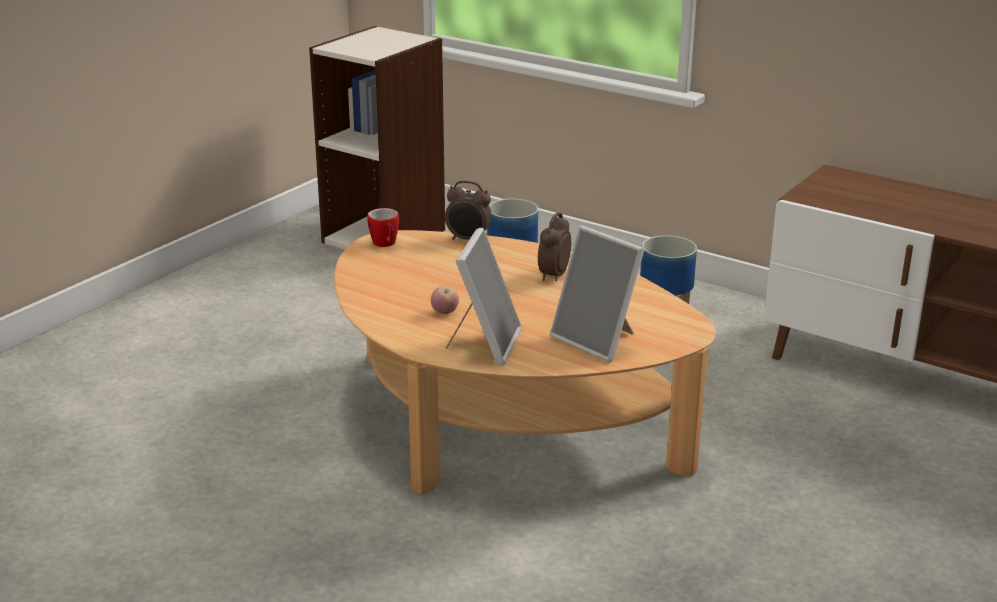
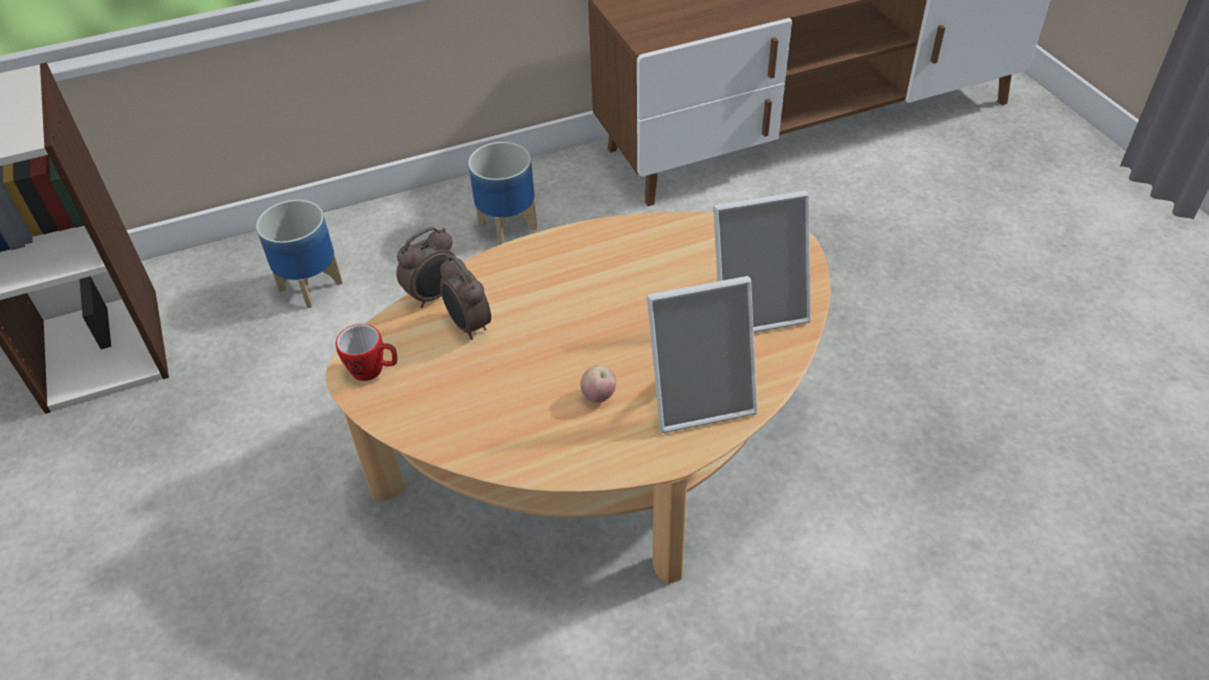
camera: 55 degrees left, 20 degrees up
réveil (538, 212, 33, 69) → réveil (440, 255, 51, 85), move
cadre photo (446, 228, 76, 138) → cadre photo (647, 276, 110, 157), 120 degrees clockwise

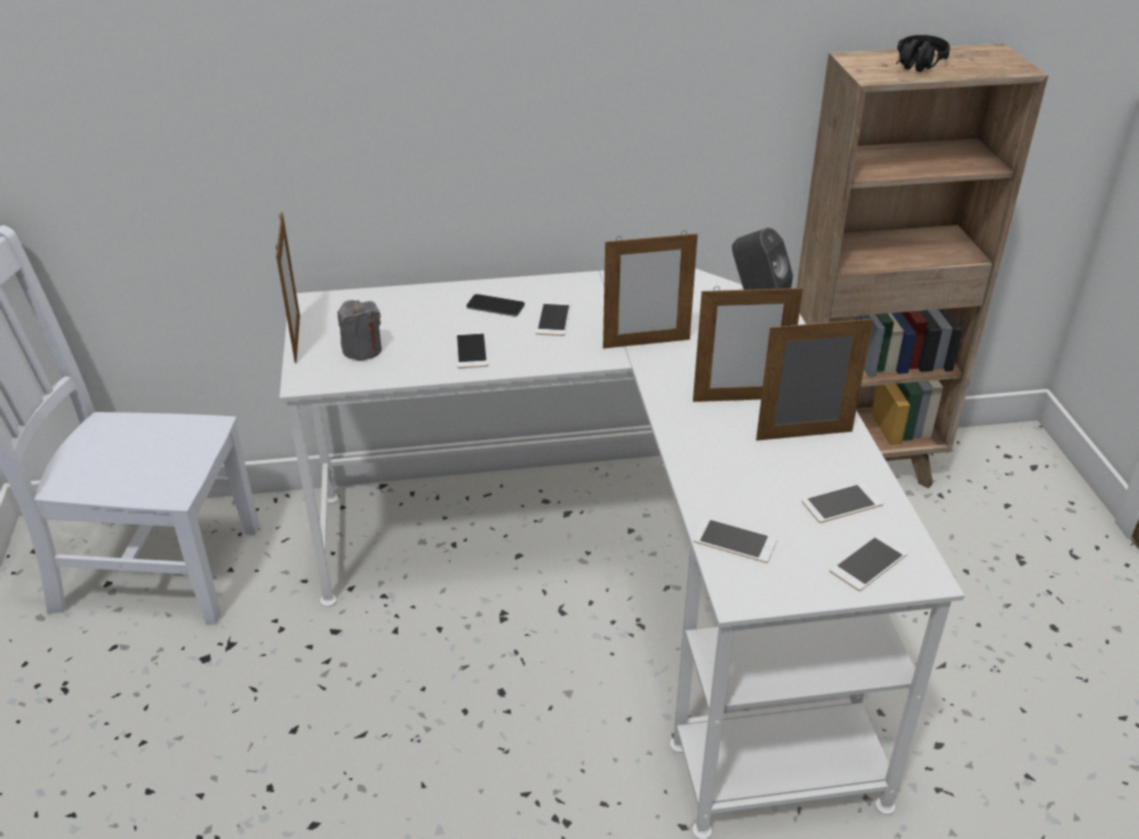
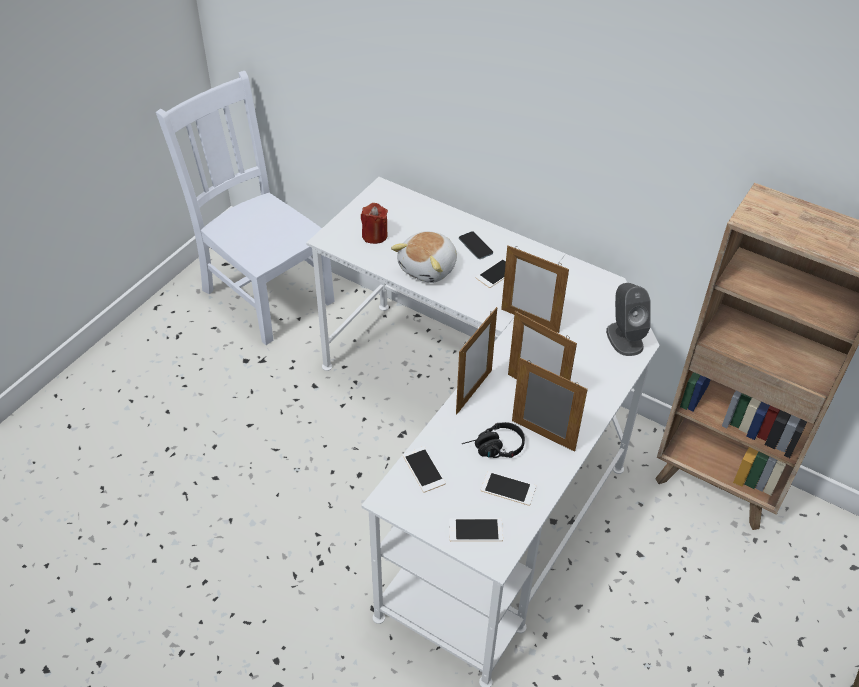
camera: 40 degrees right, 10 degrees up
casque audio (noir) (896, 35, 54, 37) → casque audio (noir) (462, 422, 63, 36), move
cadre photo (276, 212, 24, 151) → cadre photo (456, 307, 41, 107), move
bougie (gris) (337, 300, 45, 61) → bougie (rouge) (361, 203, 27, 41)
téléphone (455, 331, 33, 37) → peluche (391, 231, 66, 52)

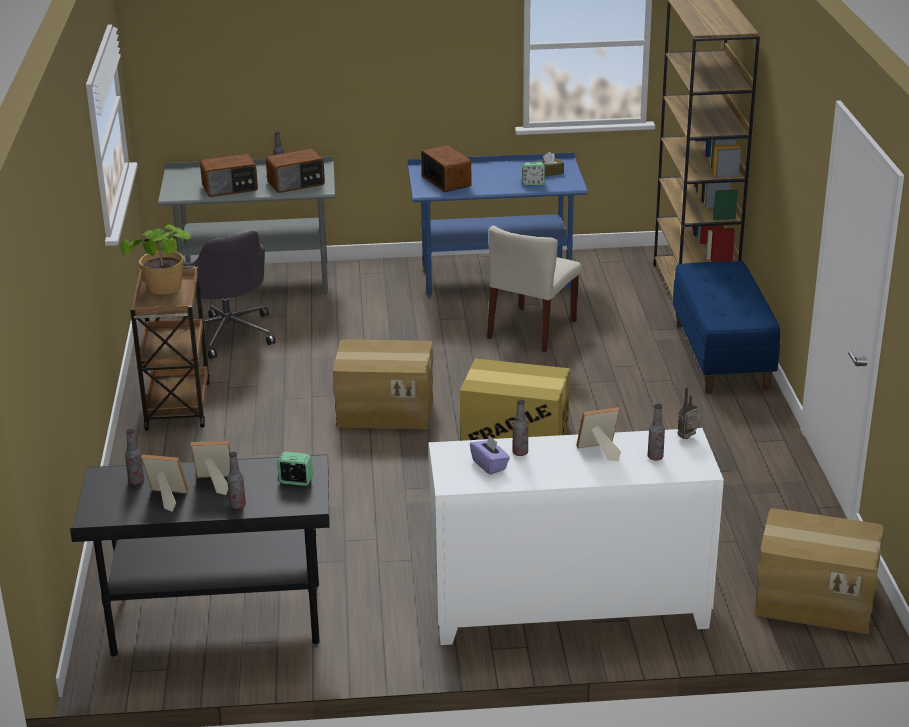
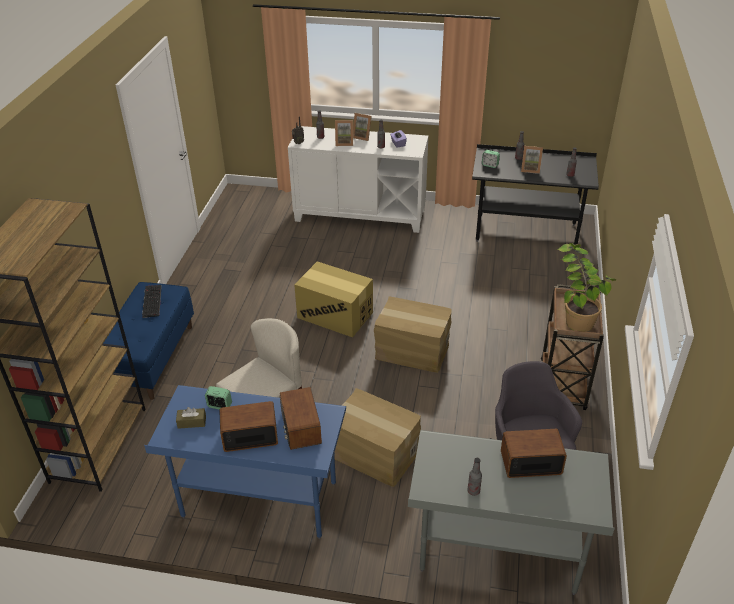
camera: 165 degrees left, 10 degrees up
radio (266, 149, 59, 44) → radio (219, 401, 59, 51), move
cadre photo (141, 455, 48, 57) → cadre photo (353, 113, 19, 28), move
carton (754, 508, 130, 126) → carton (334, 388, 87, 99), move
- → clavier (142, 285, 20, 33)

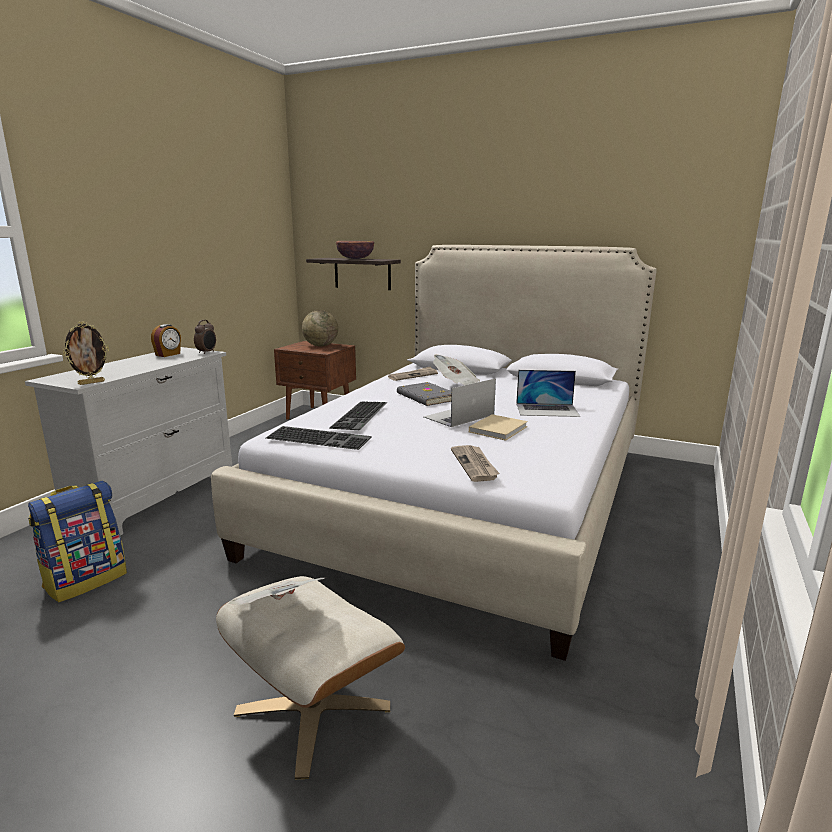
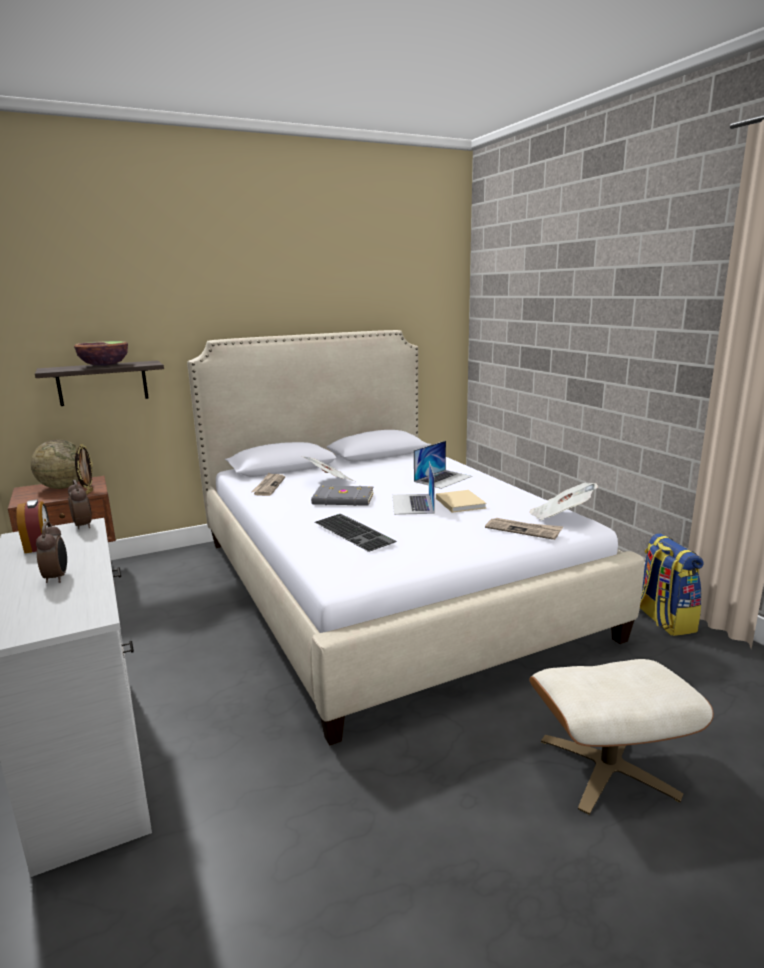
camera: 50 degrees left, 0 degrees up
cadre photo (63, 322, 46, 63) → cadre photo (75, 444, 18, 51), move
clavier (265, 426, 107, 24) → -
sac à dos (28, 481, 99, 121) → sac à dos (640, 533, 64, 103), move
journal (228, 578, 96, 27) → journal (529, 483, 69, 37), move
- → réveil (36, 521, 31, 62)

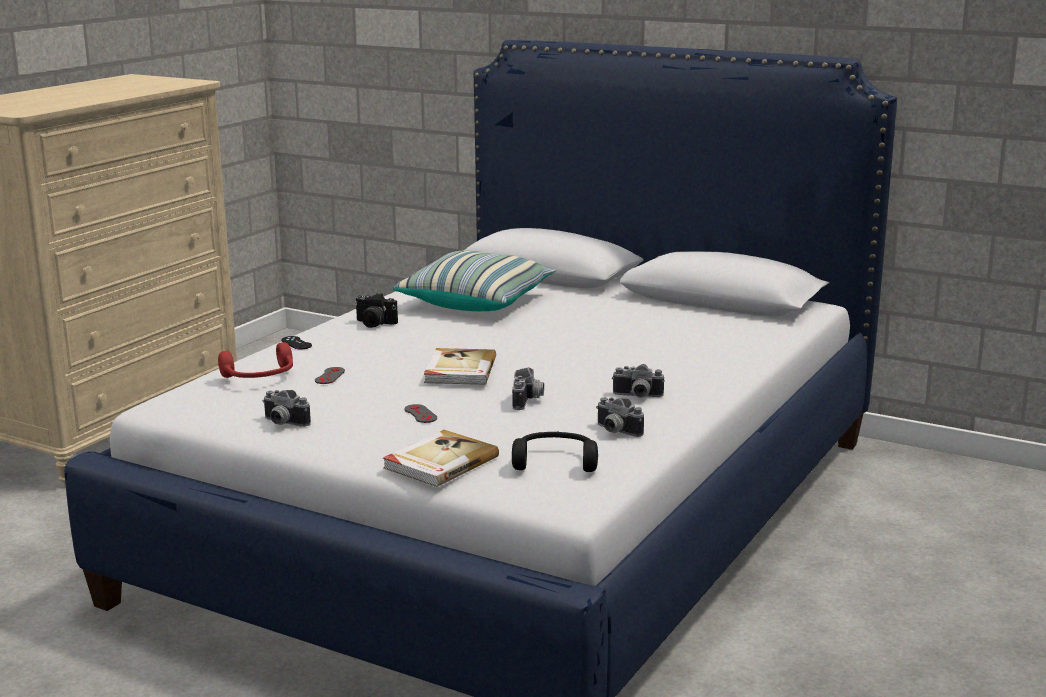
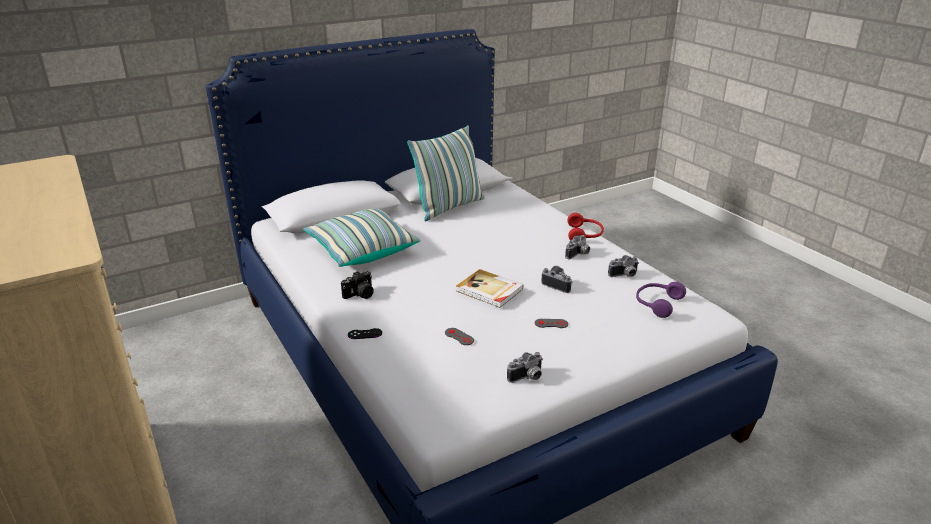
camera: 60 degrees left, 10 degrees up
casque audio (rouge) (218, 342, 75, 36) → casque audio (rouge) (567, 213, 37, 28), move
livre (383, 430, 116, 57) → -
casque audio (noir) (512, 432, 86, 40) → casque audio (violet) (636, 282, 50, 36)
- → coussin (407, 125, 78, 96)

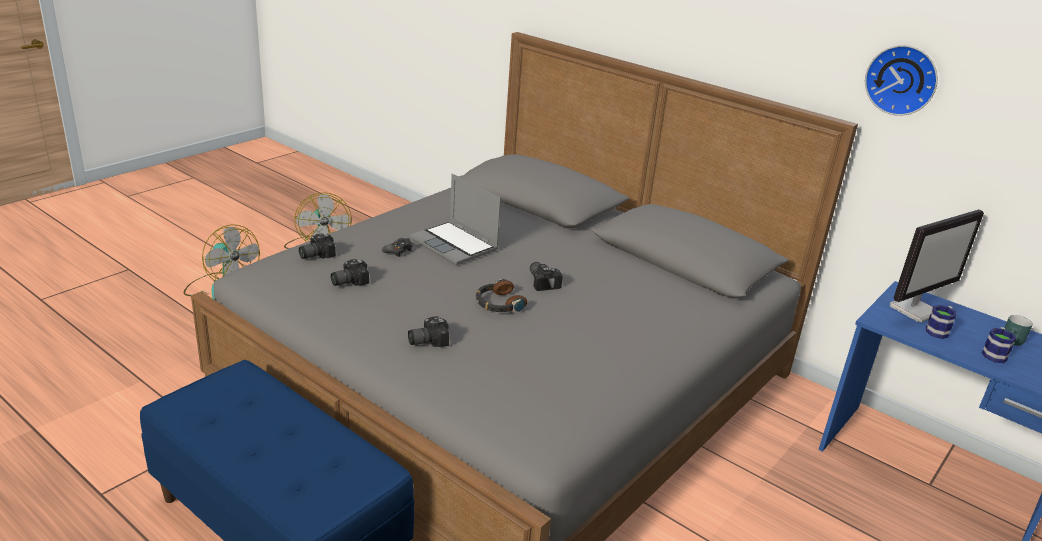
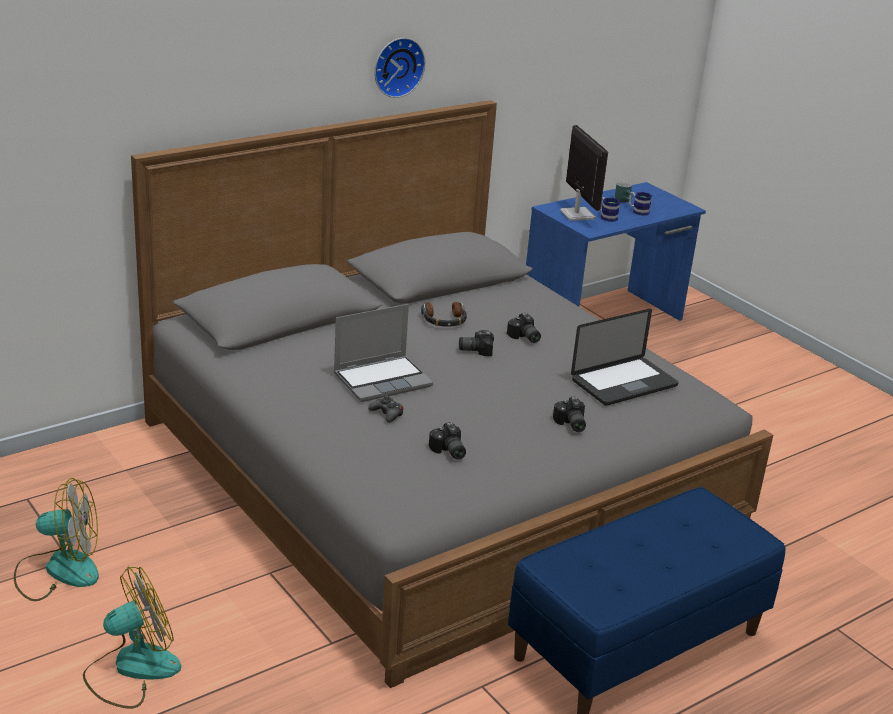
camera: 75 degrees left, 0 degrees up
horloge murale (865, 45, 73, 71) → horloge murale (374, 38, 51, 60), move
appareil photo (299, 233, 37, 26) → appareil photo (507, 313, 34, 30), move
casque audio (476, 279, 51, 33) → casque audio (421, 302, 46, 25), move
- → ordinateur portable (571, 309, 108, 97)

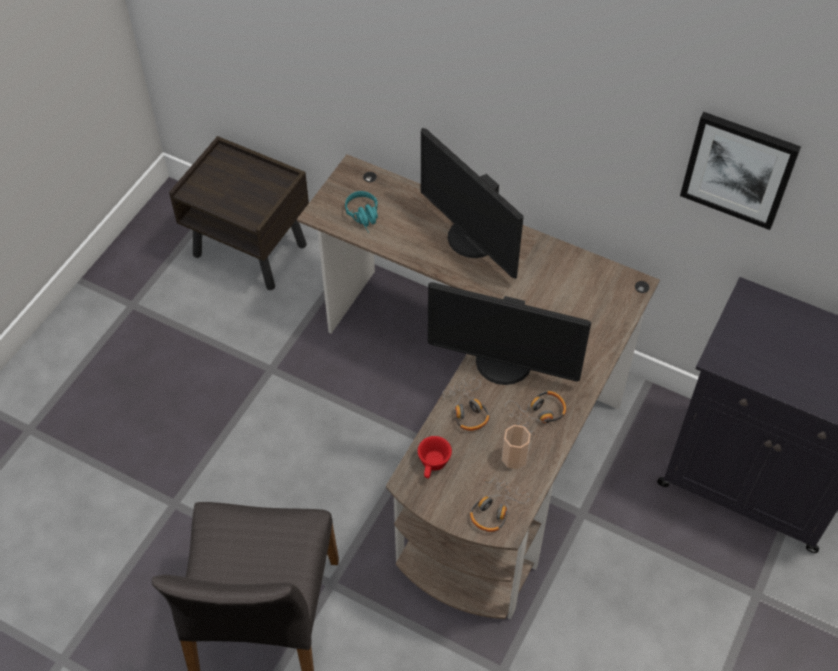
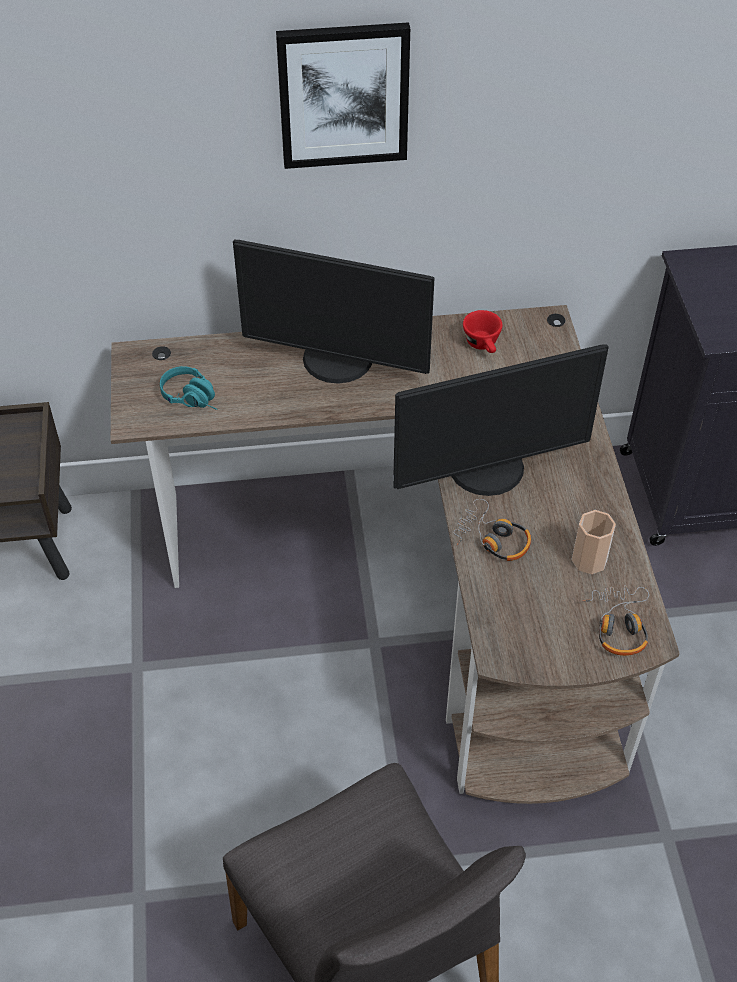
camera: 35 degrees left, 5 degrees down
tableau (680, 112, 121, 118) → tableau (276, 22, 134, 147), move
casque audio (505, 391, 61, 46) → -
tasse (rouge) (418, 436, 34, 42) → tasse (rouge) (463, 310, 40, 43), move

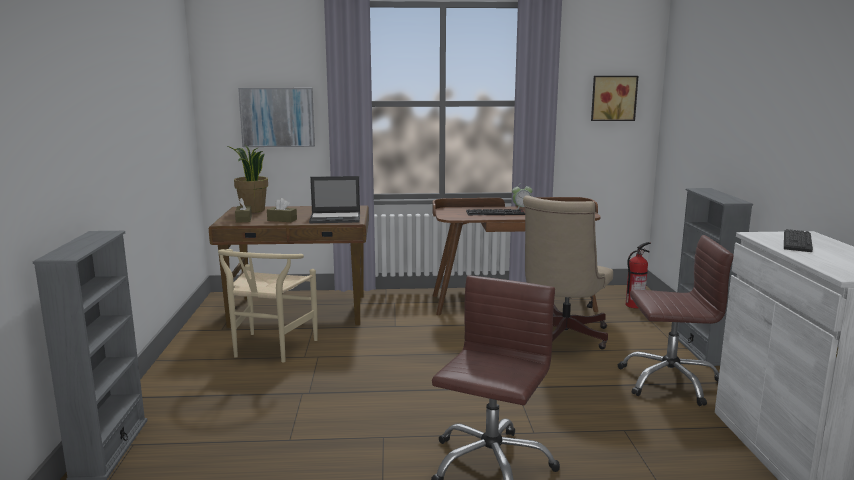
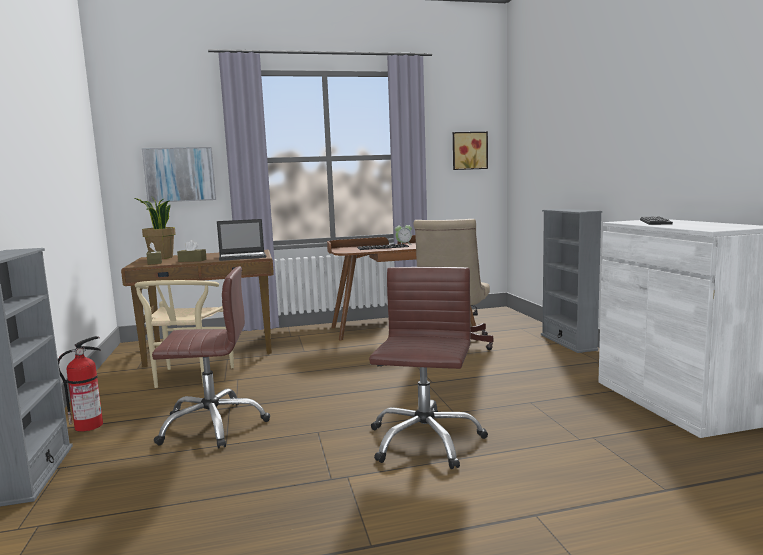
camera: 10 degrees left, 5 degrees down
chaise de bureau (marron) (618, 235, 116, 171) → chaise de bureau (marron) (152, 266, 118, 183), move
extincteur (626, 242, 25, 67) → extincteur (58, 336, 45, 96), move

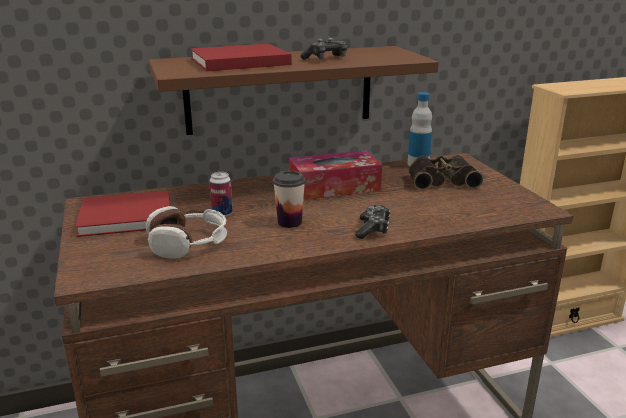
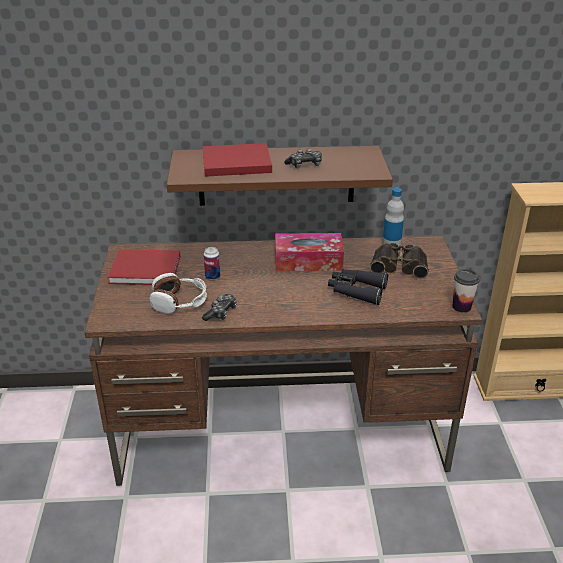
camera: 15 degrees right, 10 degrees up
tasse (273, 171, 33, 57) → tasse (453, 269, 27, 44), move
manette (355, 205, 36, 34) → manette (202, 294, 35, 27), move
- → jumelles (noir) (328, 269, 60, 36)

